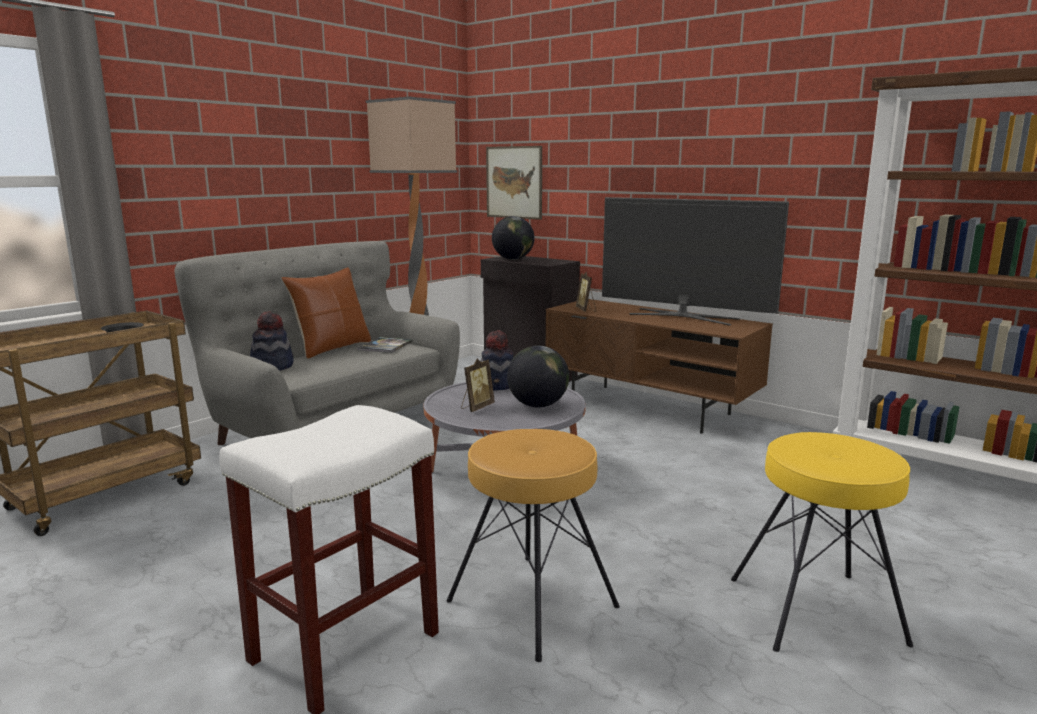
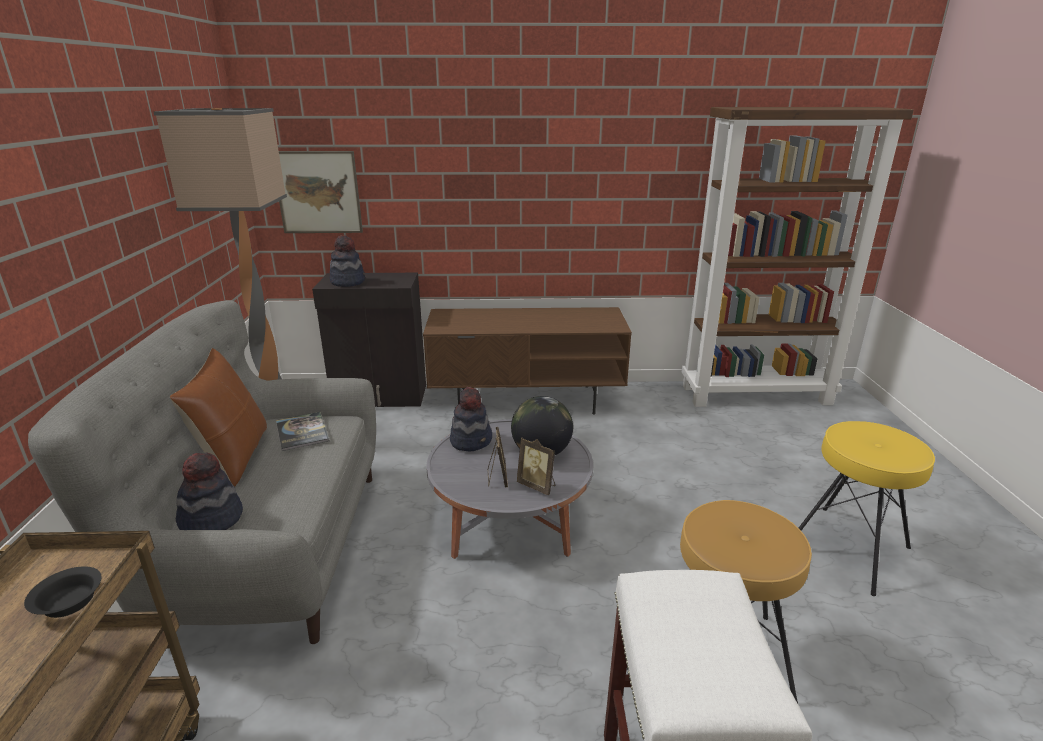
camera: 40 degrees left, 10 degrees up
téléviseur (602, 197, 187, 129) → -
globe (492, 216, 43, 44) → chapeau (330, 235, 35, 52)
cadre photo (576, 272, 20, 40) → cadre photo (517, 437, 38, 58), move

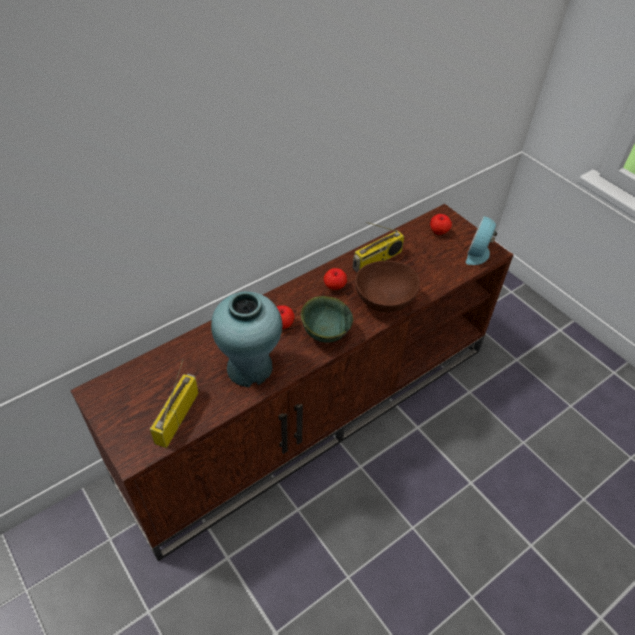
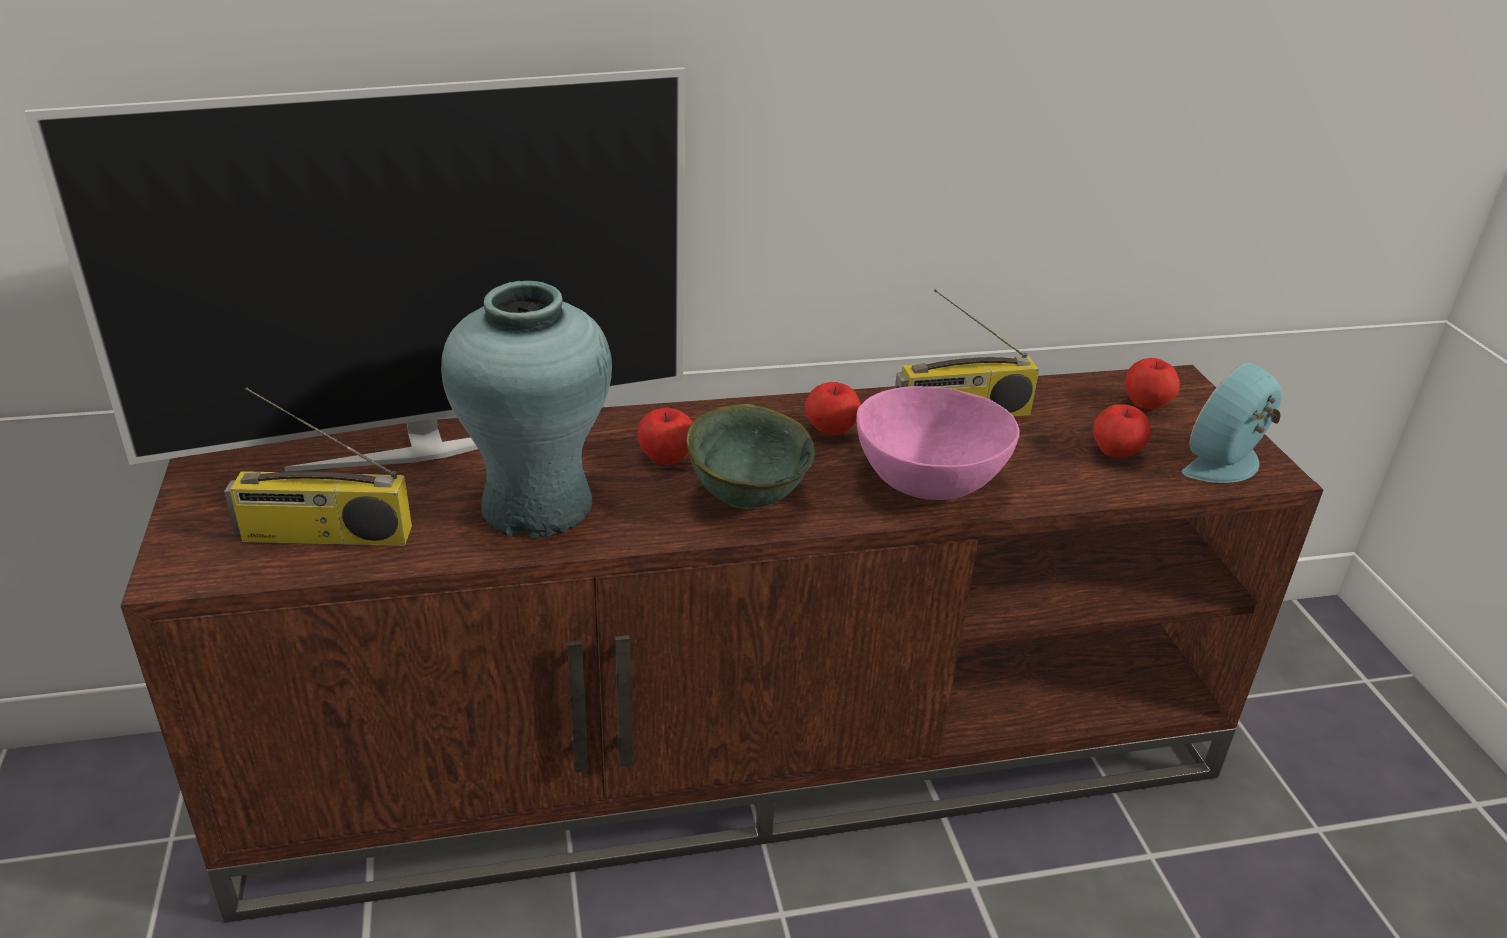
camera: 25 degrees right, 15 degrees down
bol (marron) (355, 261, 65, 51) → bol (rose) (856, 386, 164, 114)
radio (150, 360, 48, 88) → radio (224, 387, 188, 159), 135 degrees counterclockwise
- → téléviseur (25, 67, 660, 405)
- → pomme (1093, 405, 58, 53)

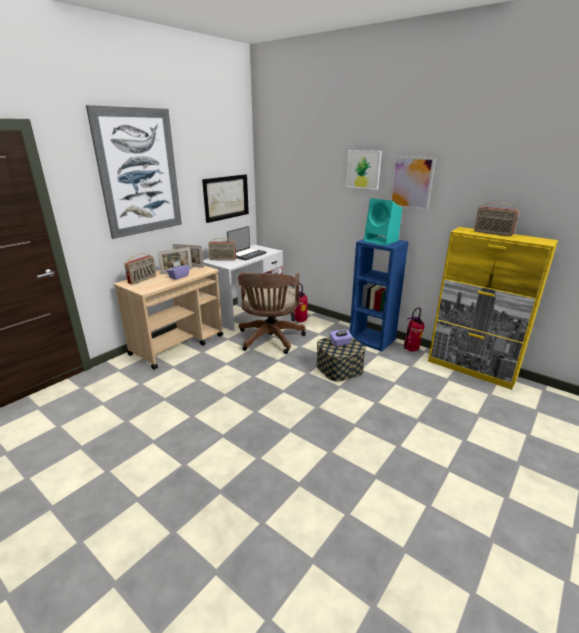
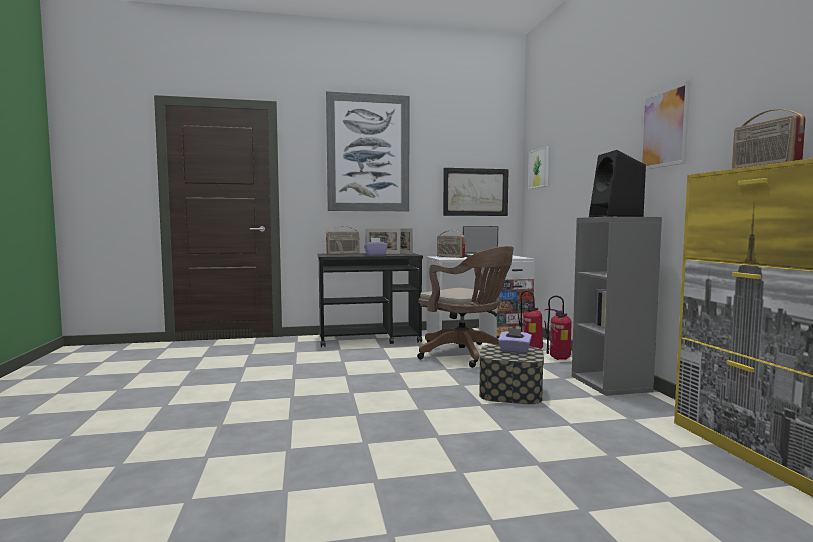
camera: 40 degrees right, 20 degrees down
tableau (346, 150, 36, 40) → tableau (528, 146, 21, 43), move
enceinte (turquoise) (364, 198, 38, 48) → enceinte (noir) (589, 150, 57, 67)
bibliothèque (bleu) (350, 236, 59, 115) → bibliothèque (gris) (572, 217, 90, 179)
chariot (beige) (114, 265, 109, 104) → chariot (noir) (318, 253, 105, 94)
chaise de bureau (marron) (238, 272, 68, 82) → chaise de bureau (marron) (417, 246, 97, 122), 90 degrees counterclockwise
extincteur (404, 308, 21, 44) → extincteur (544, 296, 27, 64), move

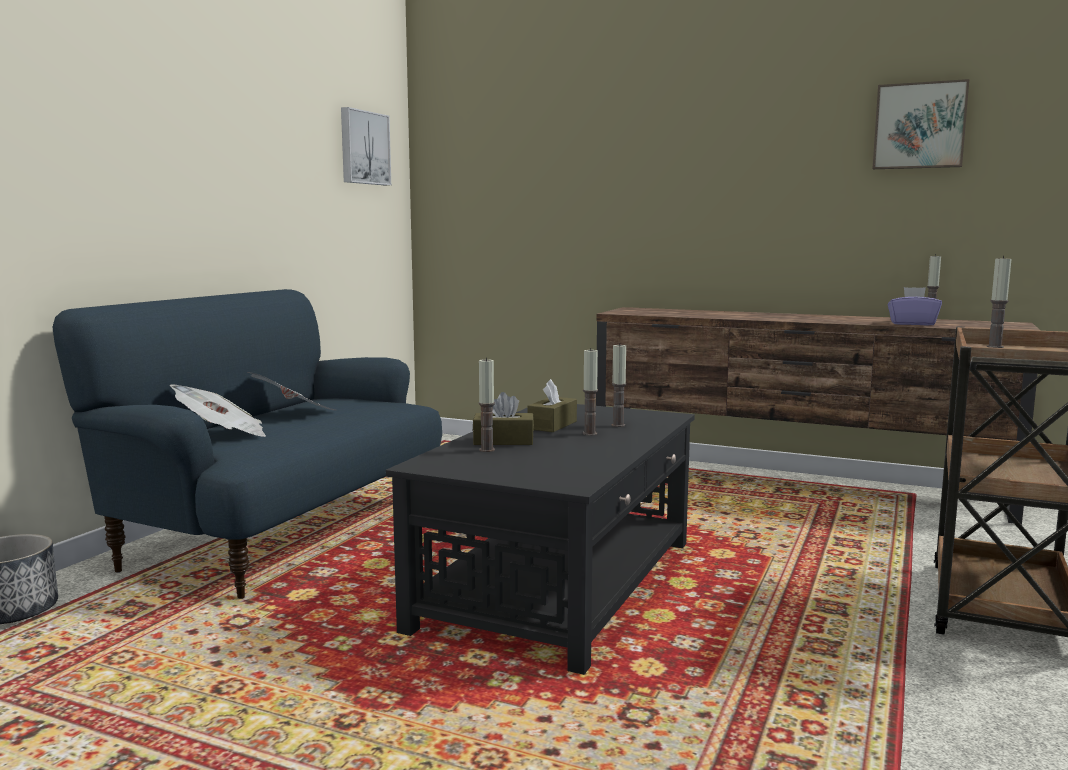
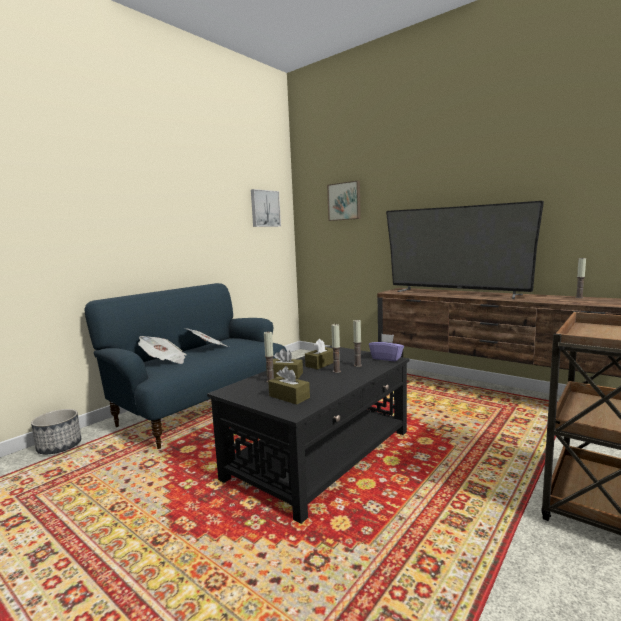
camera: 15 degrees right, 0 degrees up
tableau (873, 79, 96, 90) → tableau (327, 181, 34, 40), move
bougie (986, 256, 26, 92) → -
boîte à mouchoirs (violet) (888, 287, 54, 38) → boîte à mouchoirs (violet) (369, 334, 35, 27), move
- → téléviseur (386, 201, 158, 98)
- → boîte à mouchoirs (marron) (268, 366, 42, 39)

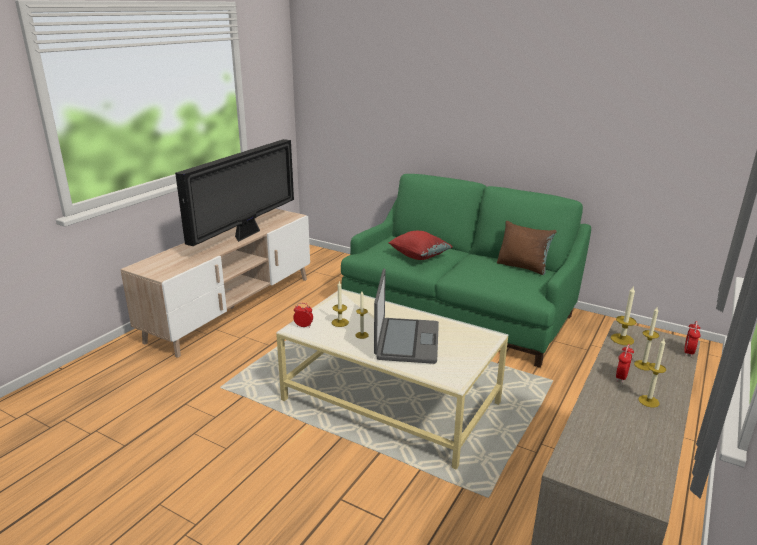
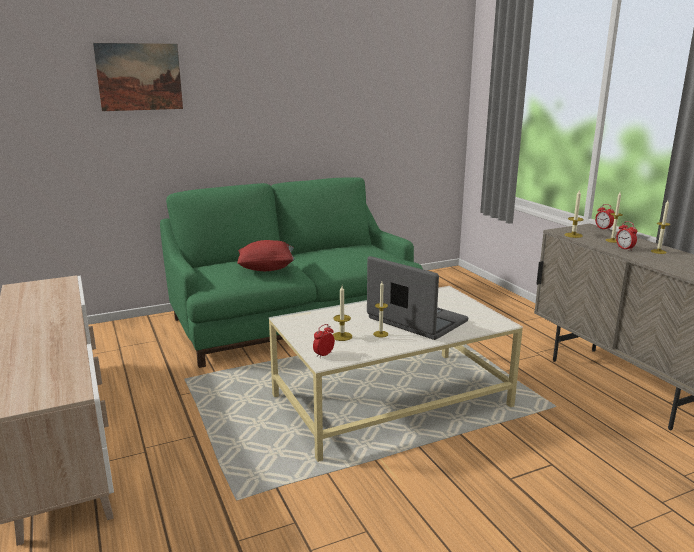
camera: 55 degrees left, 5 degrees down
téléviseur (175, 139, 119, 107) → -
coussin (marron) (497, 221, 60, 54) → -
- → tableau (93, 43, 90, 68)

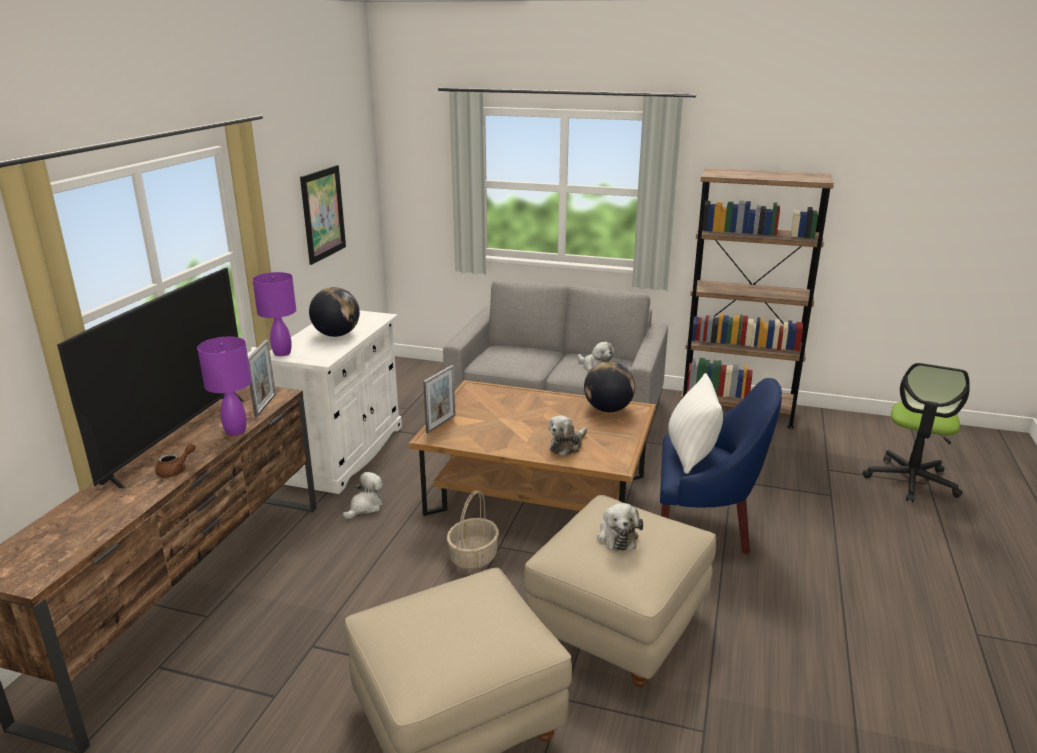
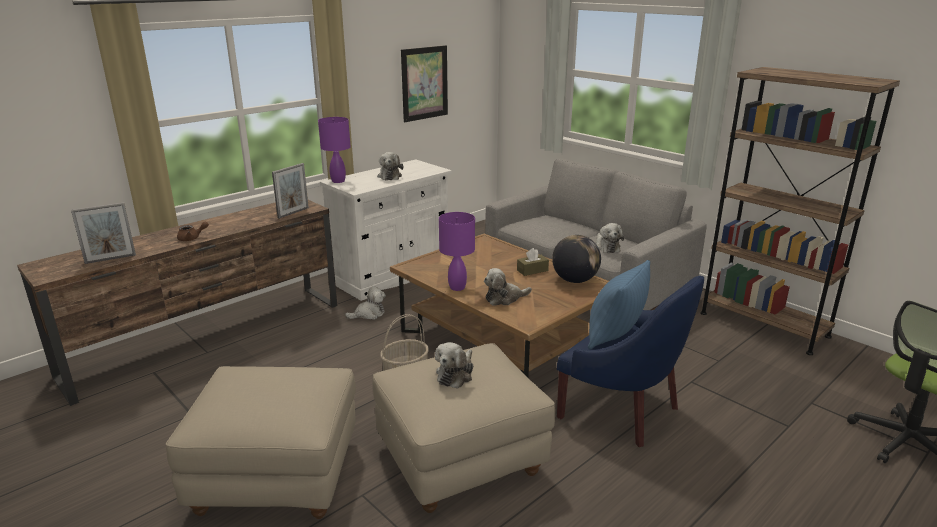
camera: 30 degrees right, 0 degrees up
téléviseur (57, 268, 187, 221) → -
globe (309, 287, 51, 50) → peluche (377, 152, 26, 28)
lampe de table (violet) (197, 337, 54, 98) → lampe de table (violet) (439, 212, 36, 79), move
cadre photo (423, 365, 33, 68) → cadre photo (71, 202, 65, 62), move
coussin (blanc) (668, 373, 55, 101) → coussin (bleu) (588, 260, 62, 90)
- → boîte à mouchoirs (marron) (517, 248, 32, 28)

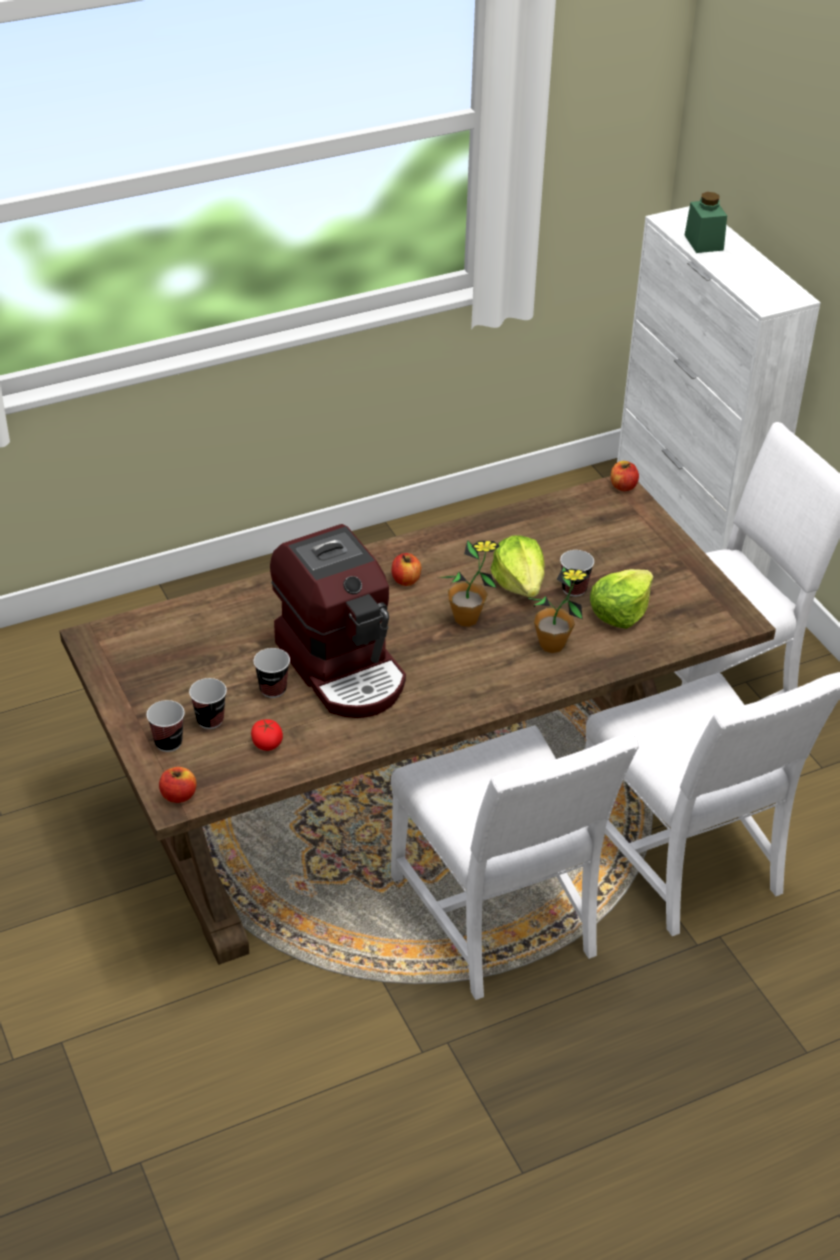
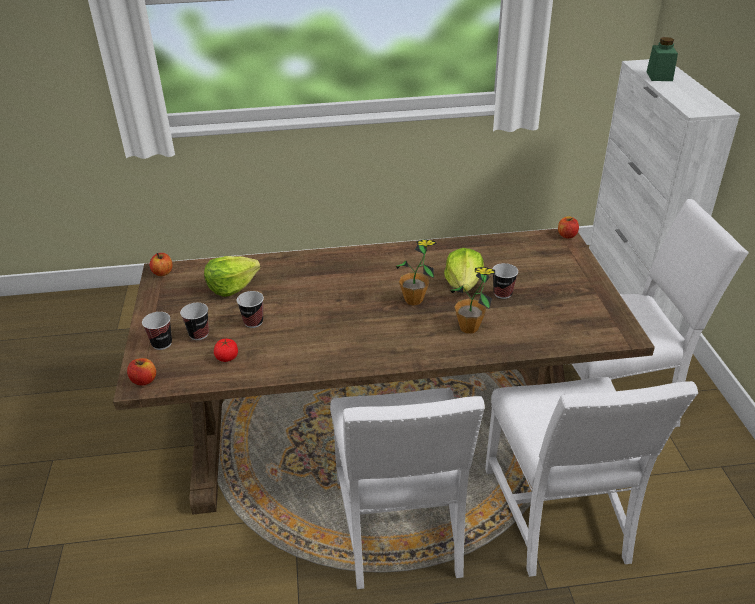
camera: 20 degrees right, 5 degrees down
machine à café (270, 524, 136, 194) → -
pomme (392, 553, 29, 33) → pomme (150, 253, 22, 23), move
laitue (590, 569, 64, 60) → laitue (204, 256, 56, 41), move

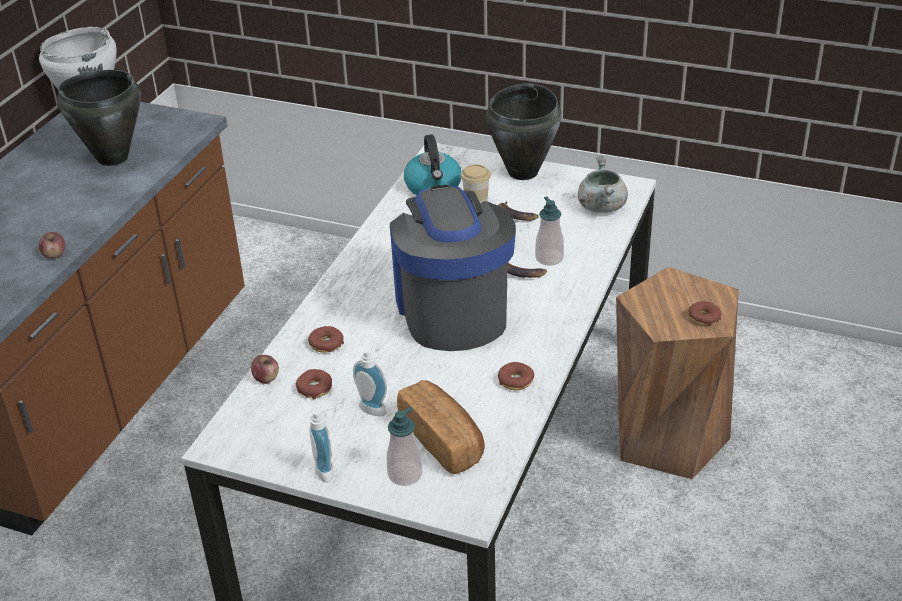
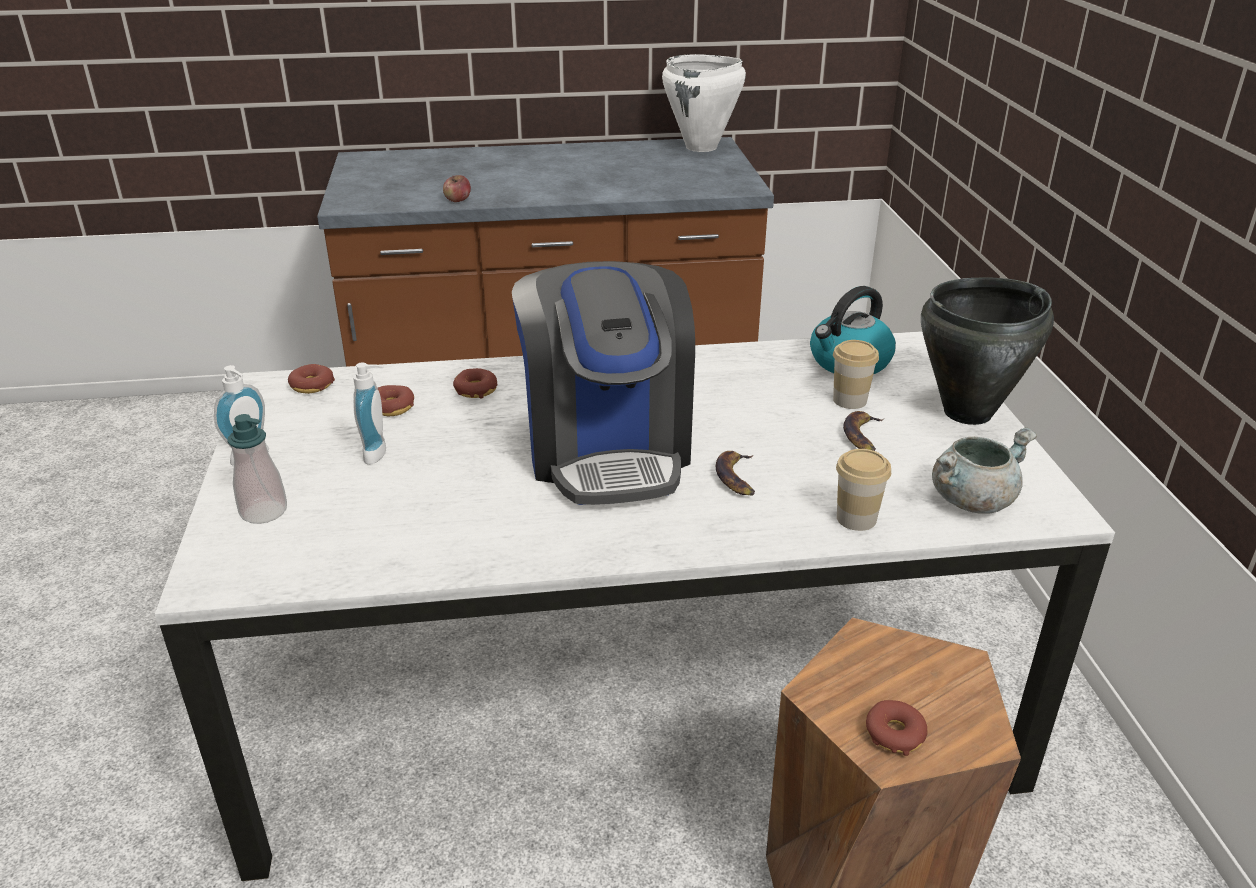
camera: 60 degrees right, 5 degrees down
marmite (noir) (57, 70, 84, 96) → -
machine à café (390, 185, 126, 166) → machine à café (512, 261, 183, 244), 120 degrees clockwise
distributeur de savon (535, 196, 29, 70) → -
pomme (251, 355, 28, 29) → -
beignet (498, 362, 36, 28) → beignet (288, 364, 47, 30), move
pain (397, 380, 88, 94) → -
- → tasse (836, 449, 55, 82)

